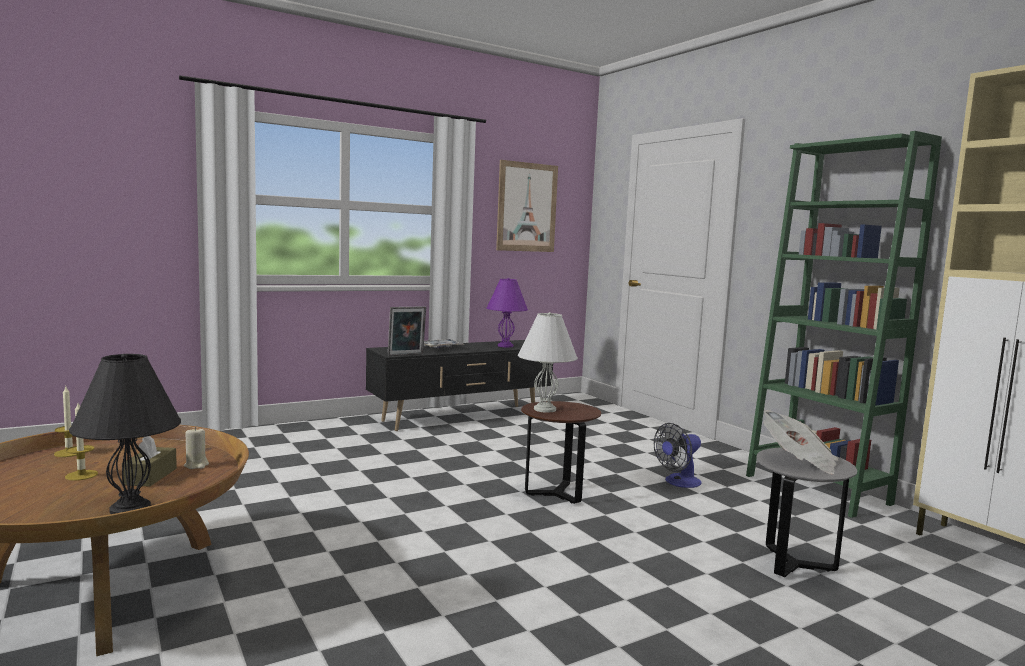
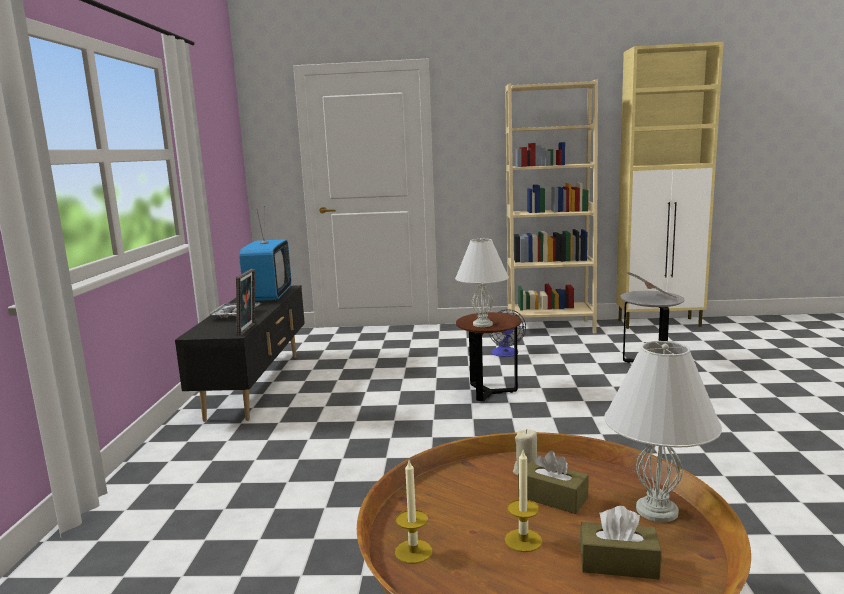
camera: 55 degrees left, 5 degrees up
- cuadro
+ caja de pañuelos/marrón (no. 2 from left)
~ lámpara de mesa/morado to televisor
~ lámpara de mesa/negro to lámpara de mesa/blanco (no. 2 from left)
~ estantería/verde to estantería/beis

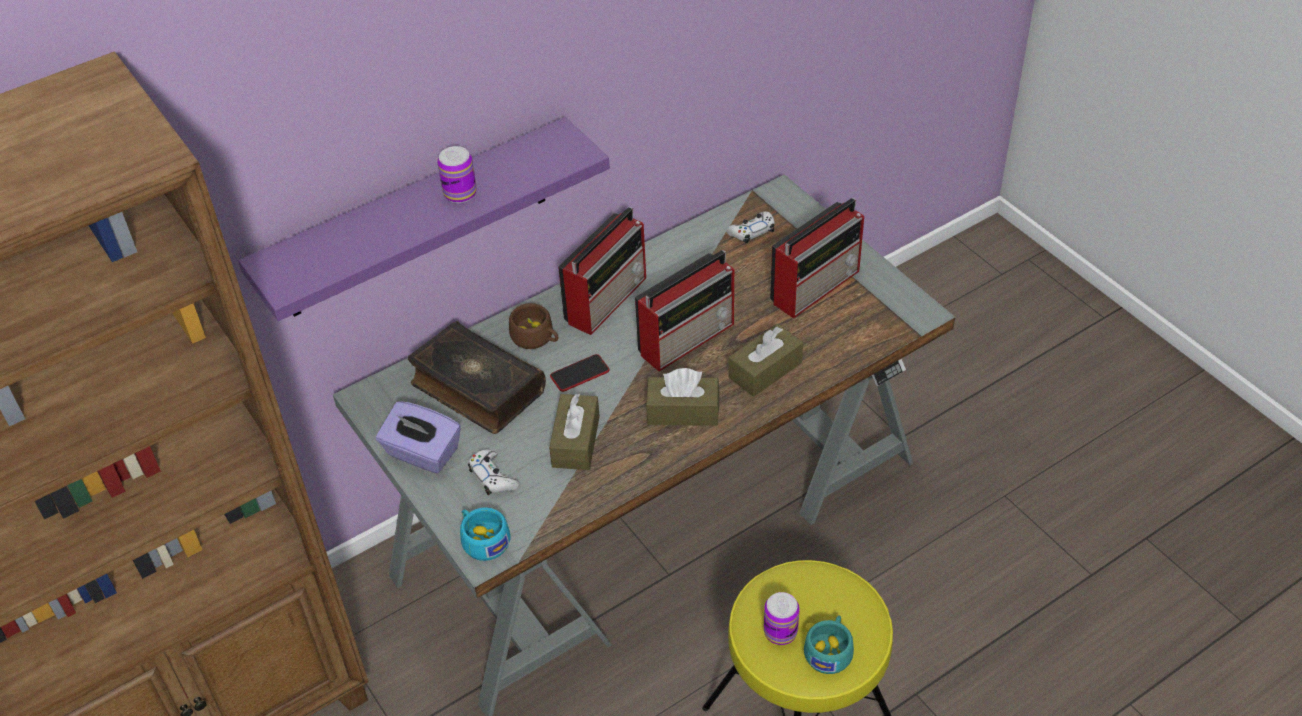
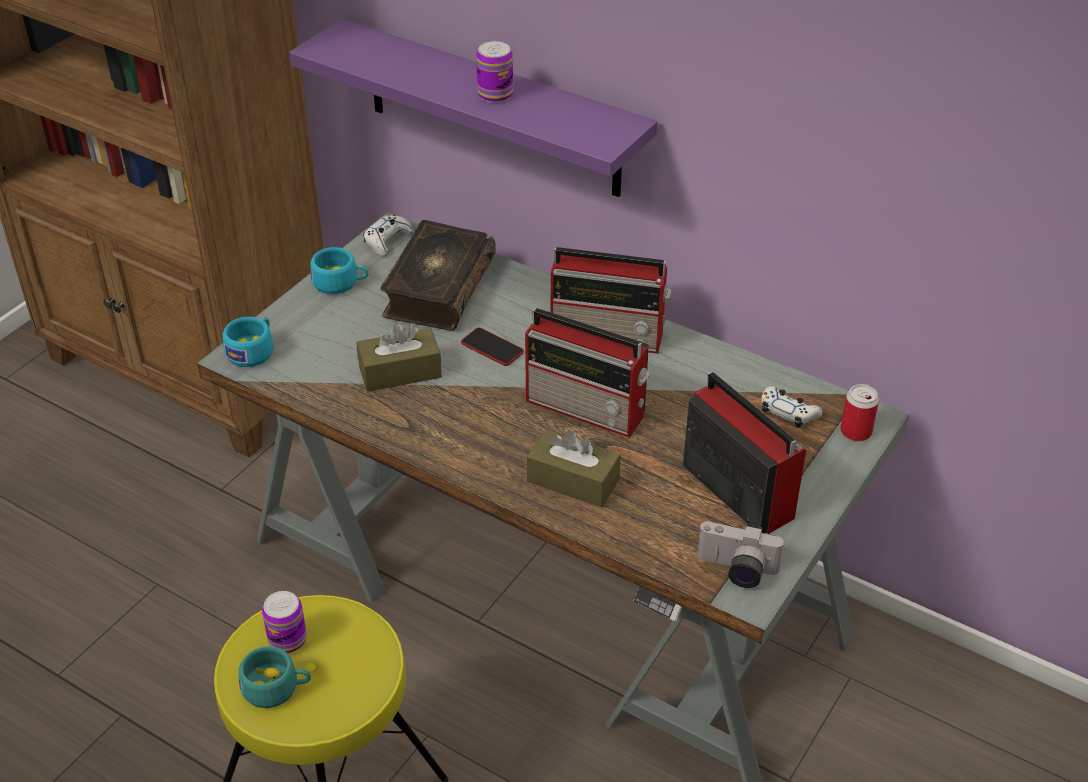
camera: 65 degrees right, 5 degrees down
- taza/marrón
- caja de pañuelos/marrón (no. 2 from left)
+ cámara
+ lata (no. 3 from left)
~ mando de consola/blanco (no. 1 from left)
~ caja de pañuelos/morado to taza/turquesa (no. 3 from left)
~ radio (no. 3 from left) 150 degrees counterclockwise

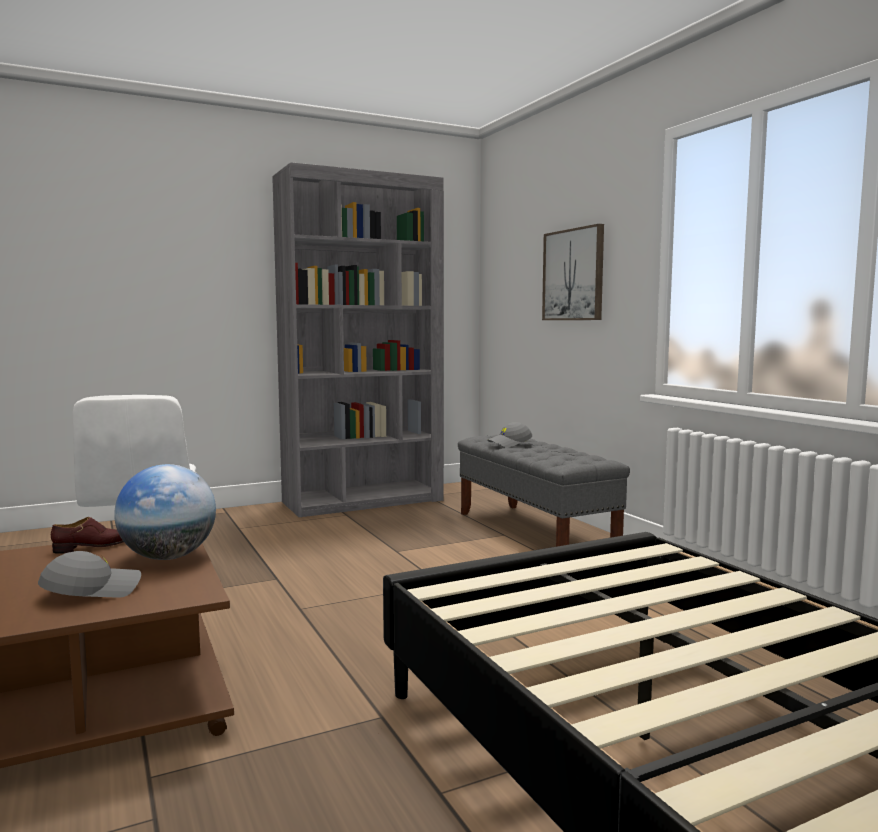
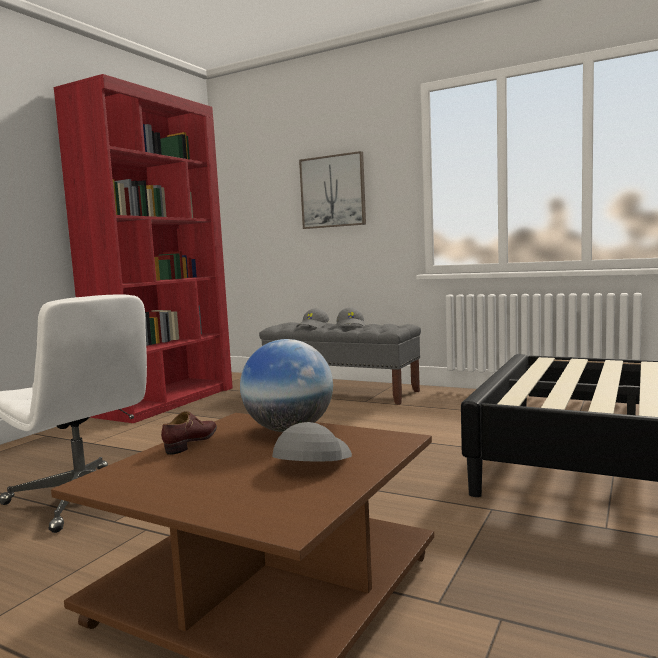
camera: 35 degrees left, 0 degrees up
+ gorra/gris (no. 3 from left)
~ estantería/gris to estantería/rojo

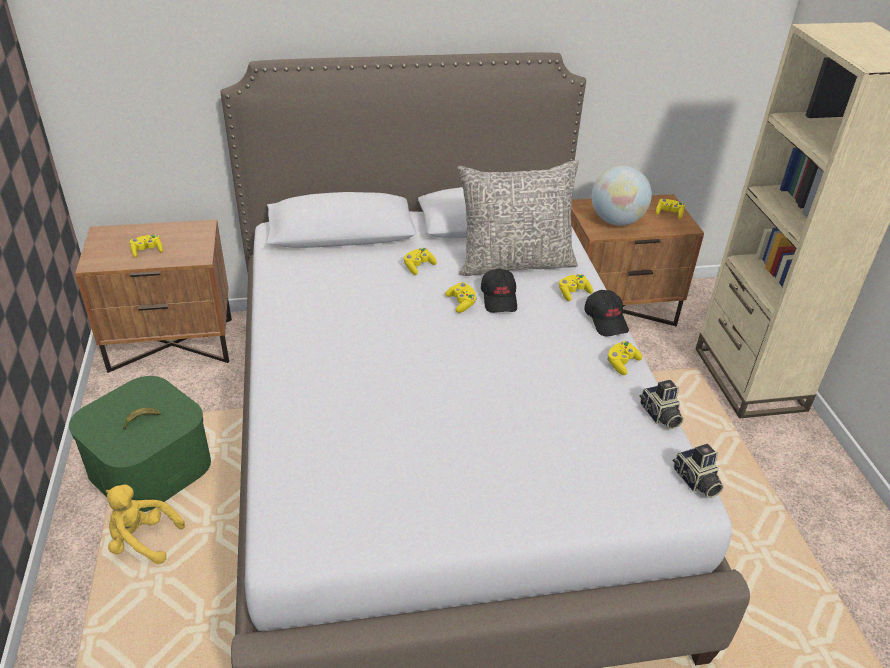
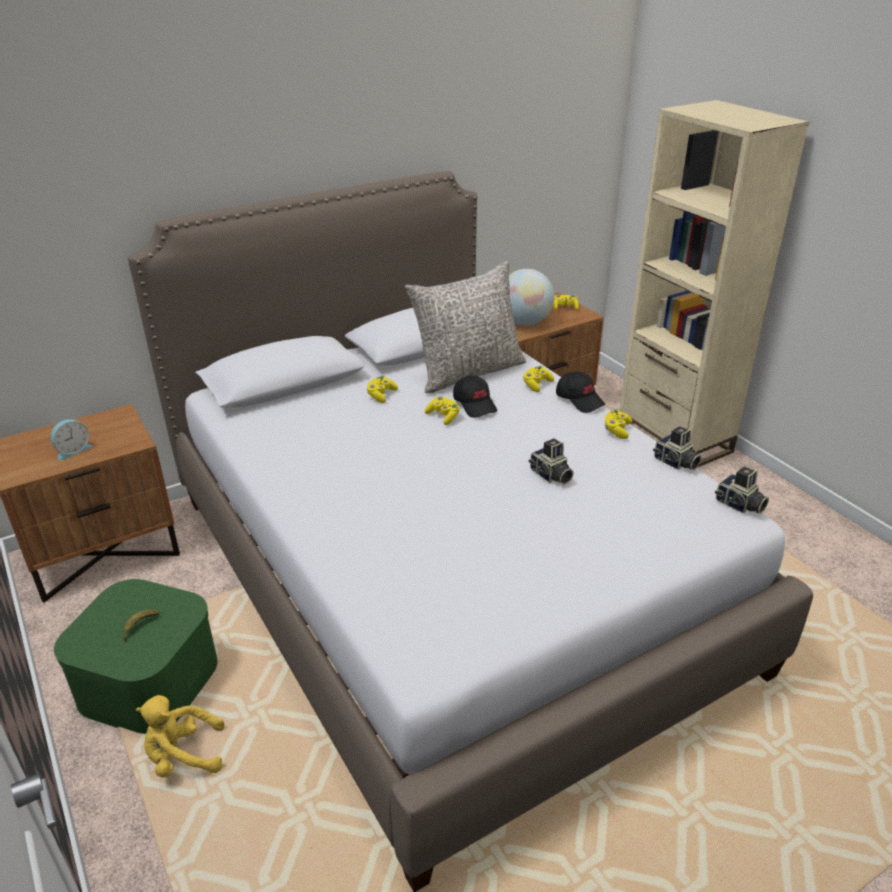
camera: 20 degrees left, 5 degrees down
+ cámara (no. 1 from left)
~ mando de consola/amarillo (no. 1 from left) to despertador

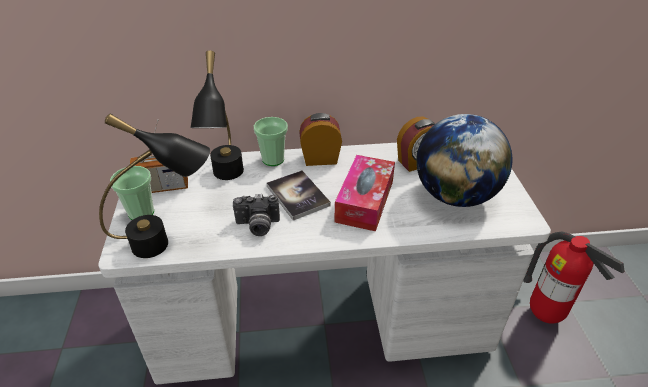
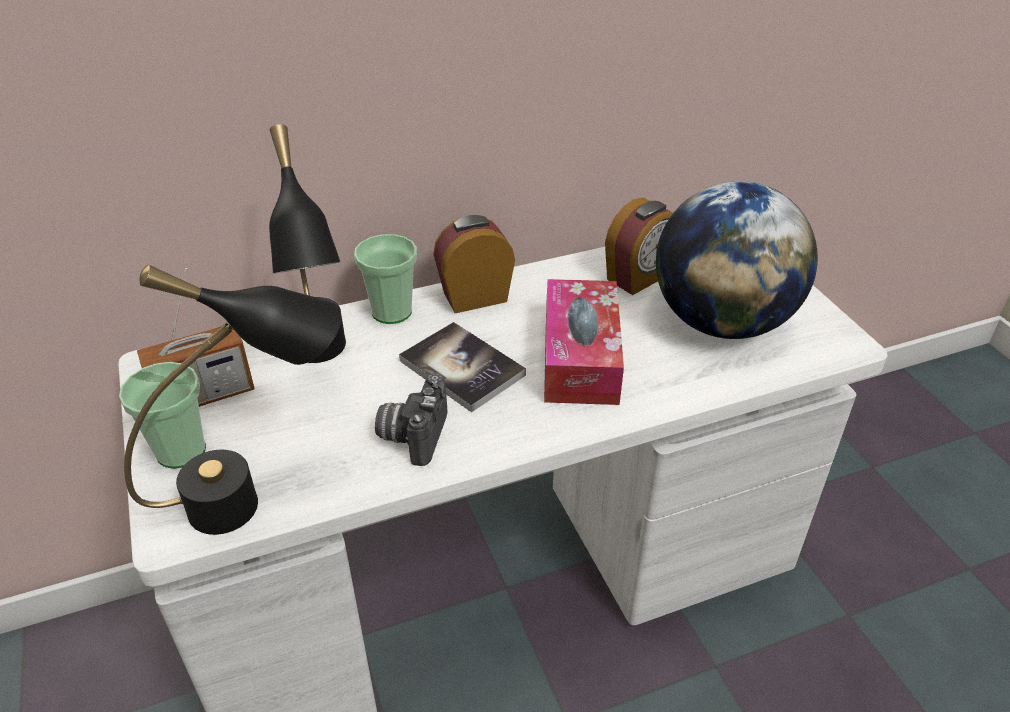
camera: 15 degrees left, 0 degrees up
- extintor
~ cámara 120 degrees clockwise

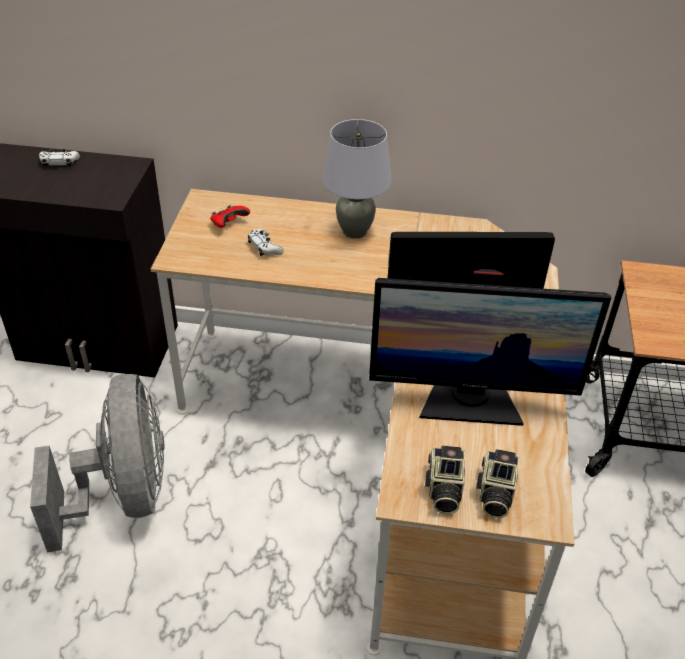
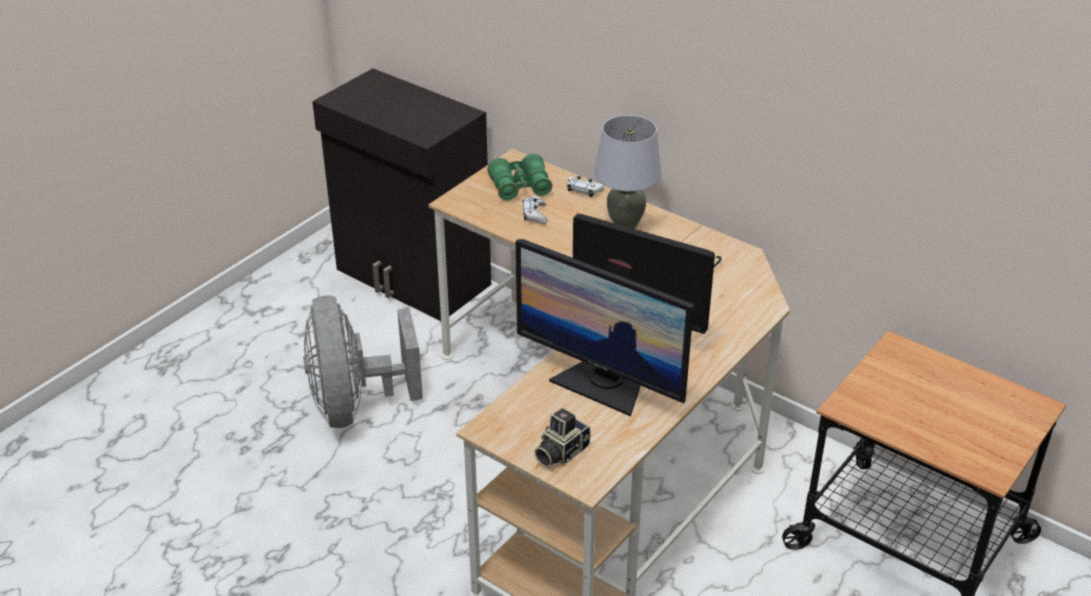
camera: 30 degrees right, 5 degrees down
- cámara (no. 1 from left)
~ mando de consola/blanco (no. 1 from left in the first image) to mando de consola/blanco (no. 2 from left)
~ mando de consola/rojo to prismáticos/verde
~ ventilador/gris 150 degrees clockwise

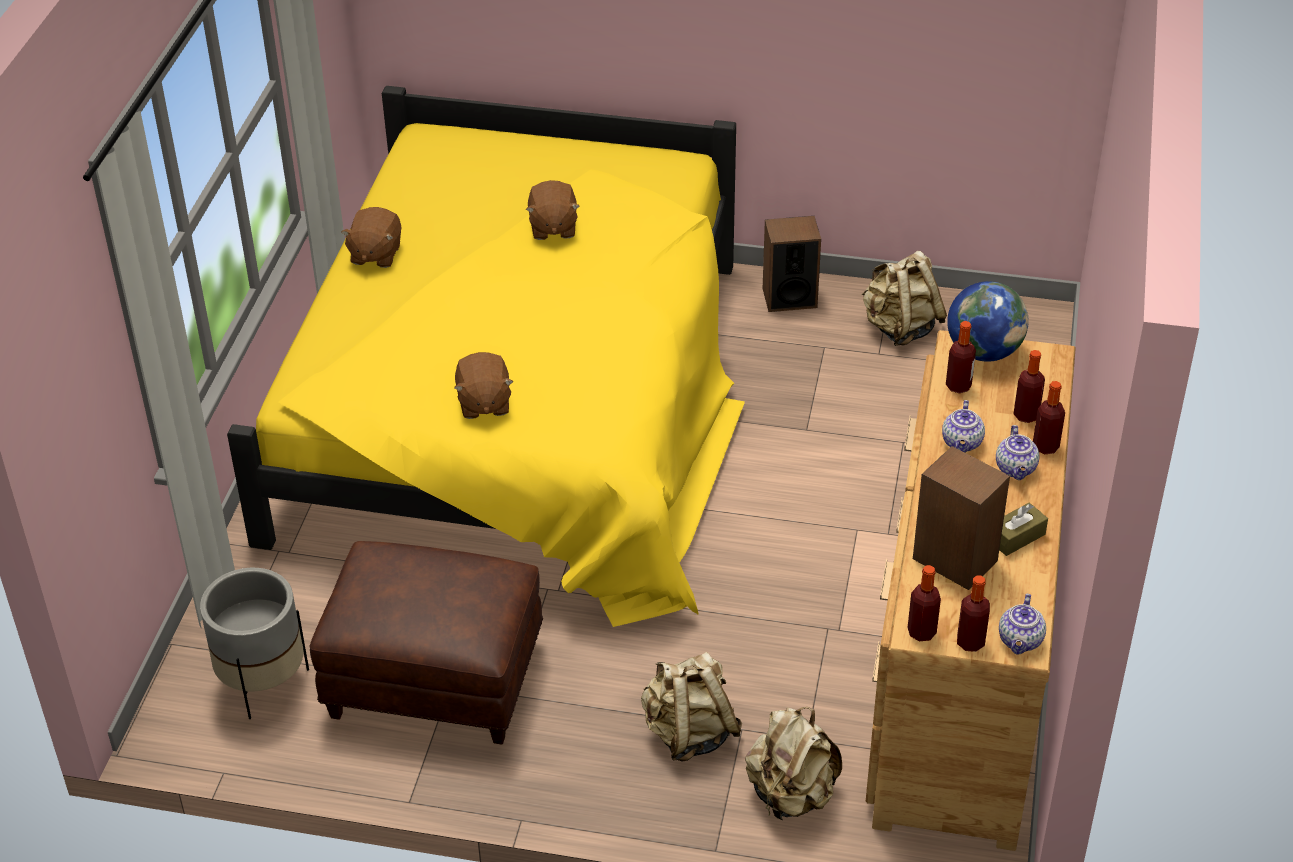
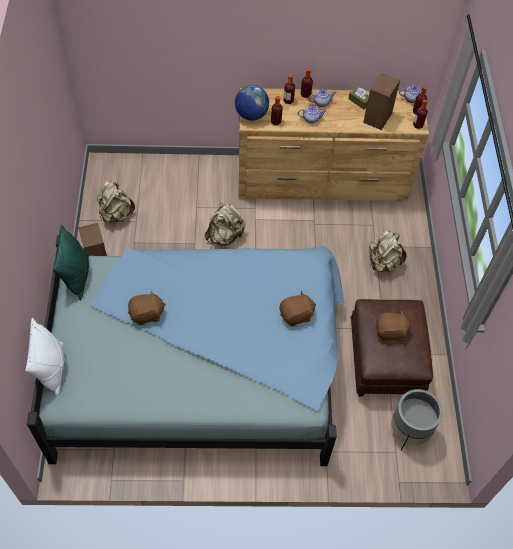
camera: 105 degrees left, 15 degrees up
+ cojín/blanco
+ cojín/verde
~ peluche/marrón (no. 1 from left in the first image) to peluche/marrón (no. 3 from left)
~ mochila/beis (no. 2 from left)
~ cama/amarillo to cama/azul

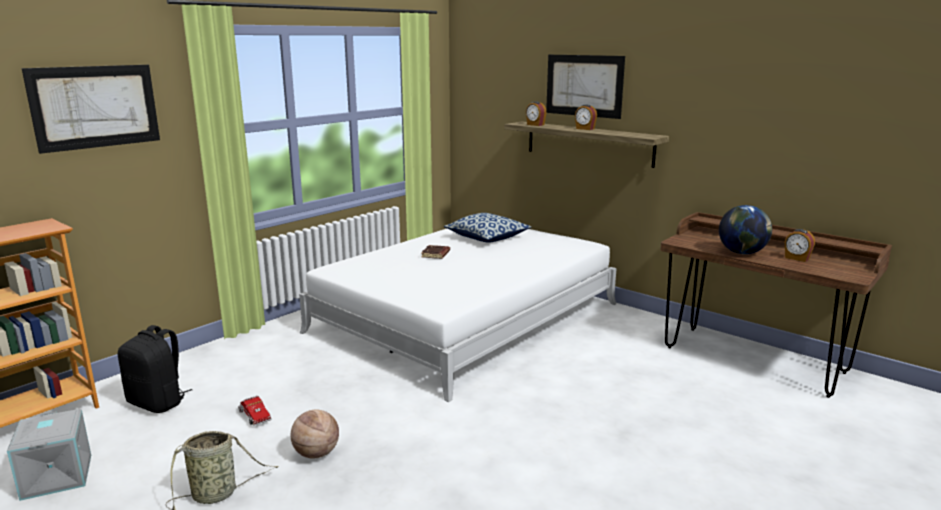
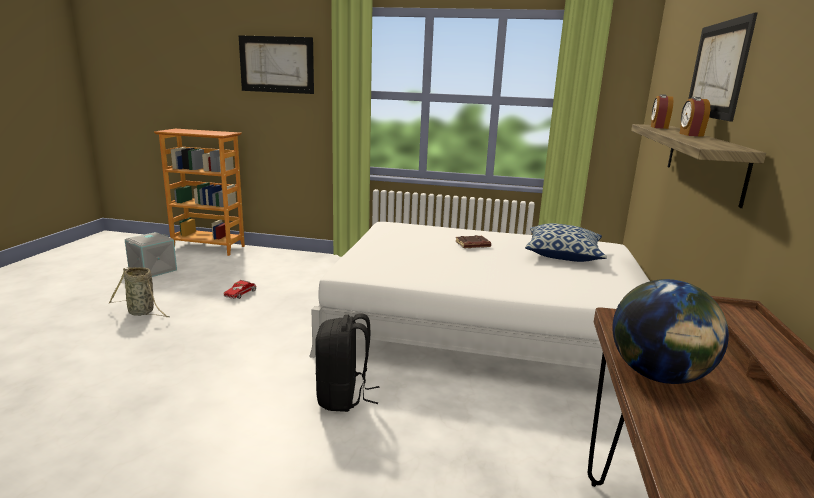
camera: 60 degrees right, 0 degrees up
- balón de baloncesto
- despertador (no. 3 from left)
~ mochila/negro

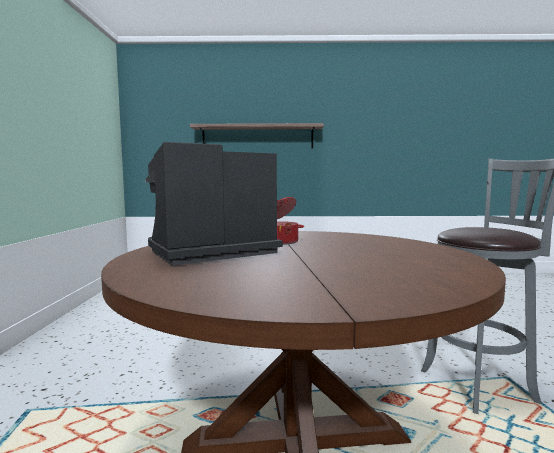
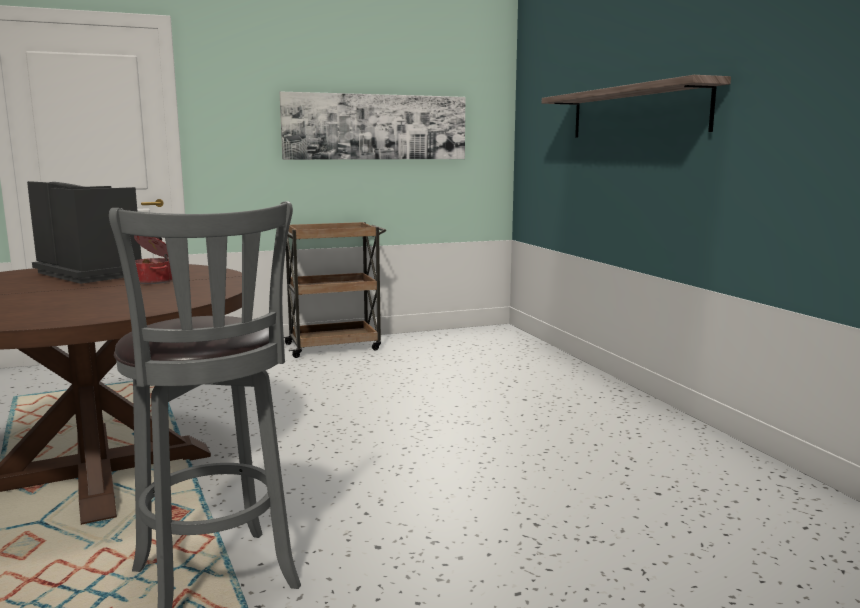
camera: 70 degrees right, 5 degrees up
+ cuadro
+ carrito/marrón

